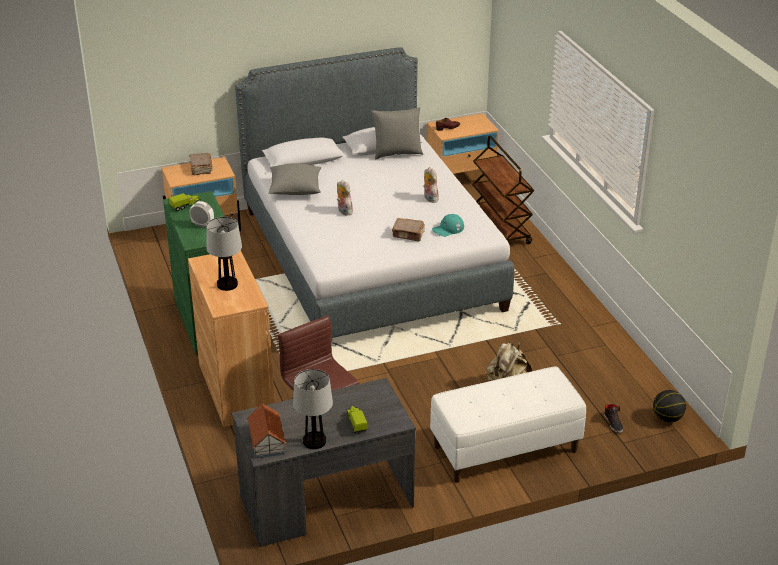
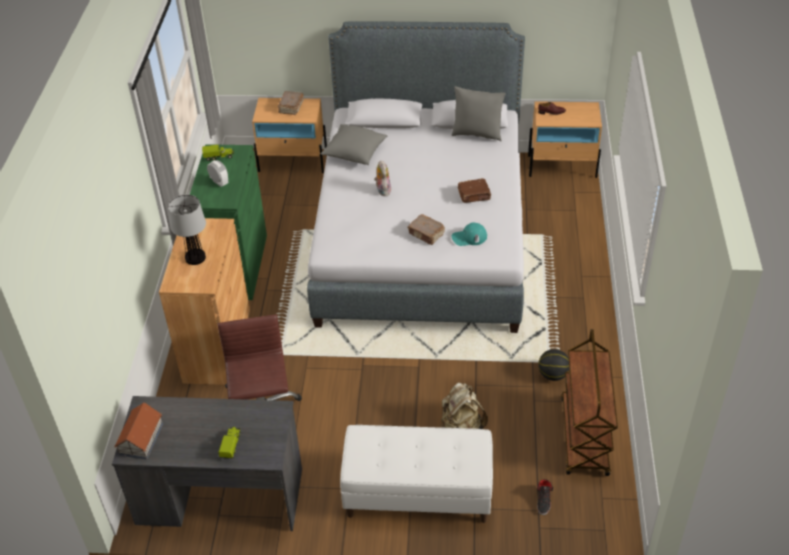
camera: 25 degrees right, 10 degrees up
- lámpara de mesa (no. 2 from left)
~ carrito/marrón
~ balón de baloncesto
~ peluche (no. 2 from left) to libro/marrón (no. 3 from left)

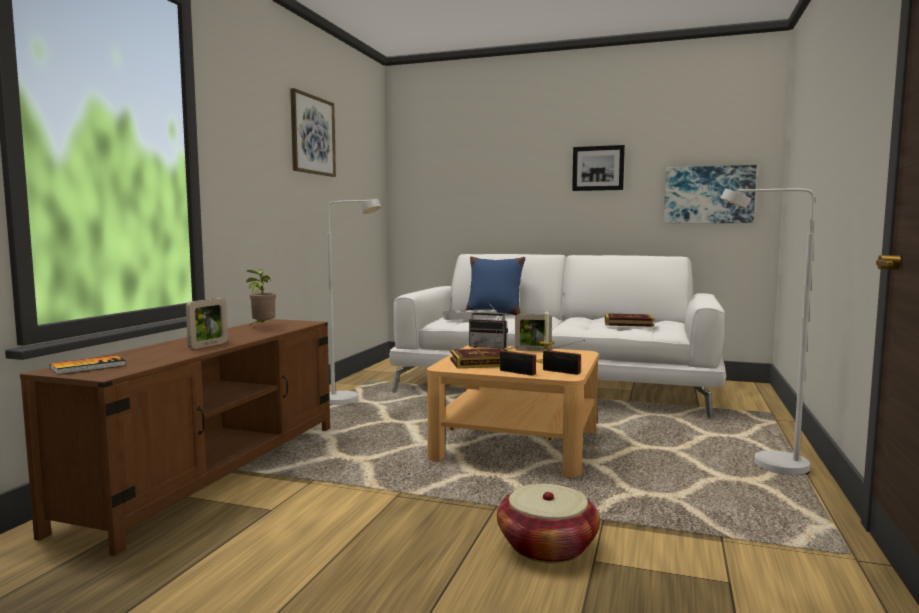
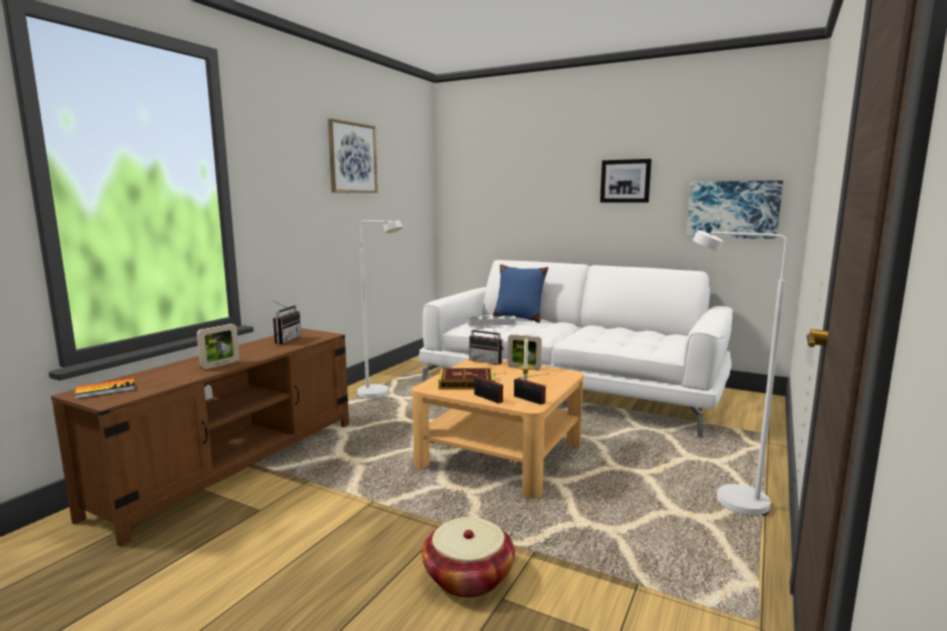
camera: 10 degrees right, 5 degrees up
- libro (no. 3 from left)
~ planta en maceta to radio (no. 1 from left)

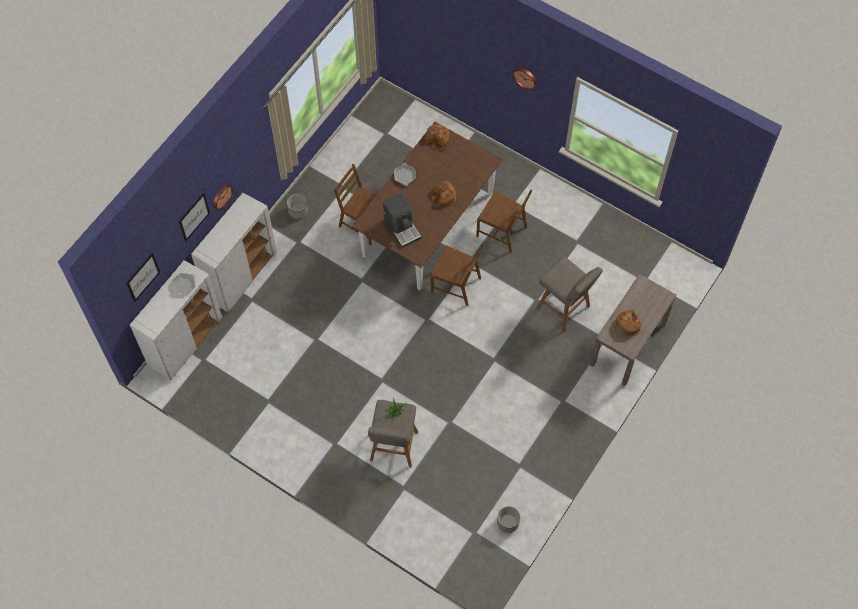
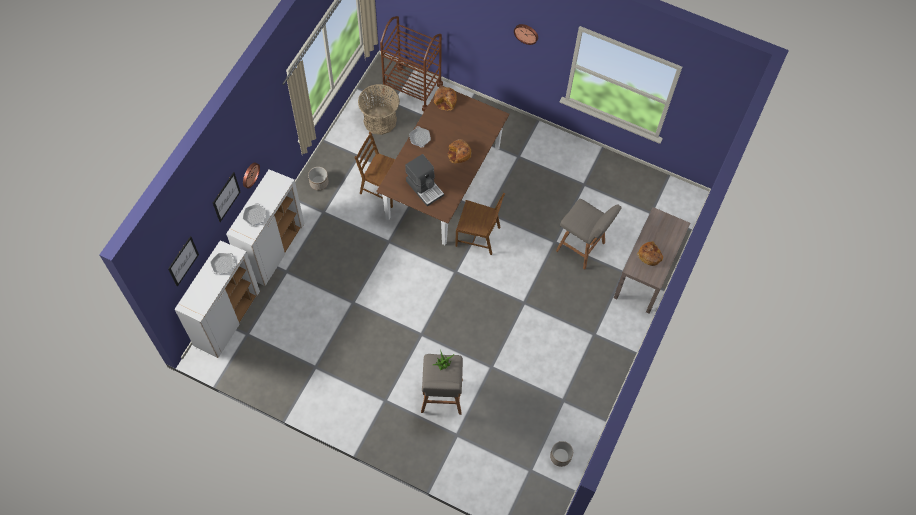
camera: 10 degrees left, 0 degrees up
- silla/marrón (no. 3 from left)
+ sartén (no. 2 from left)
+ cesta
+ carrito/marrón

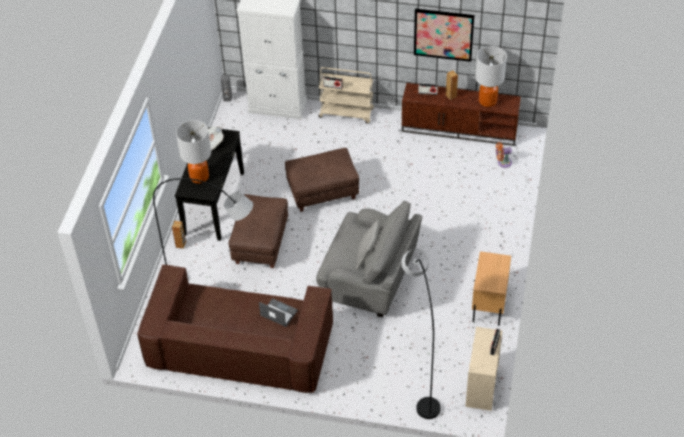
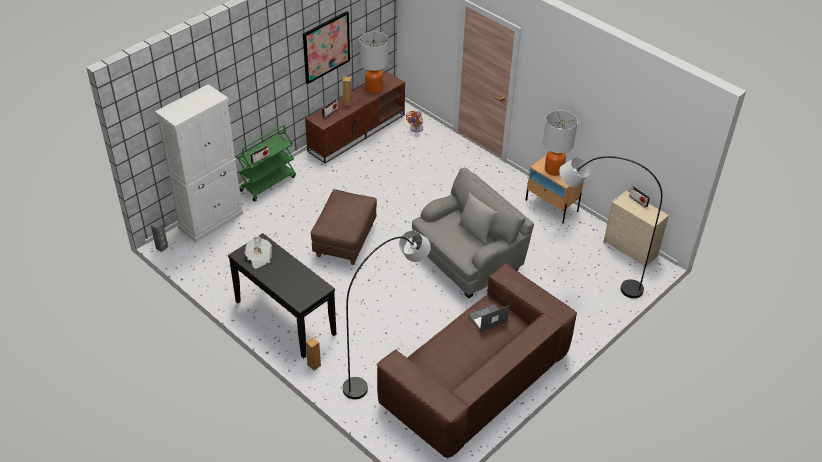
camera: 60 degrees left, 5 degrees down
- puf/marrón (no. 1 from left)
~ lámpara de mesa (no. 1 from left in the first image) to lámpara de mesa (no. 2 from left)
~ carrito/beis to carrito/verde

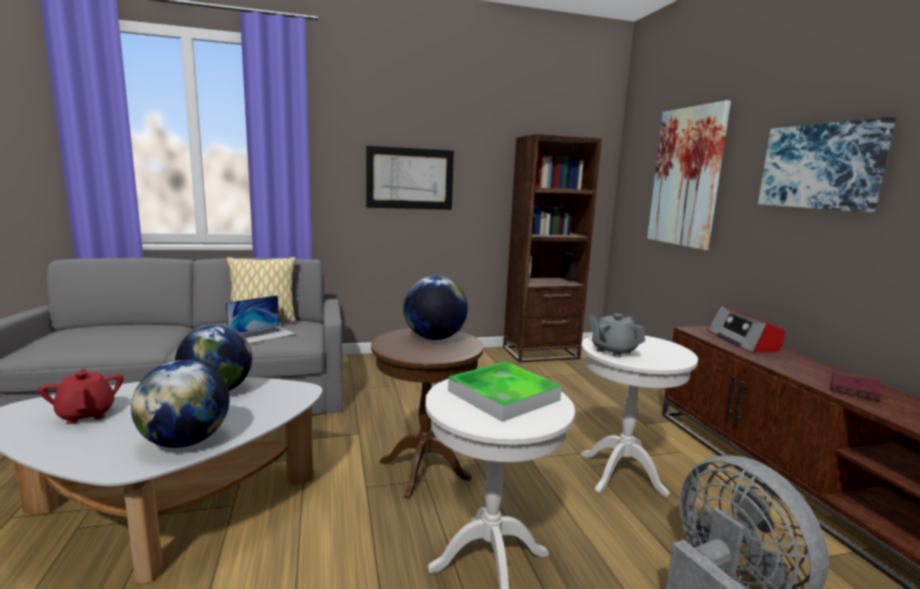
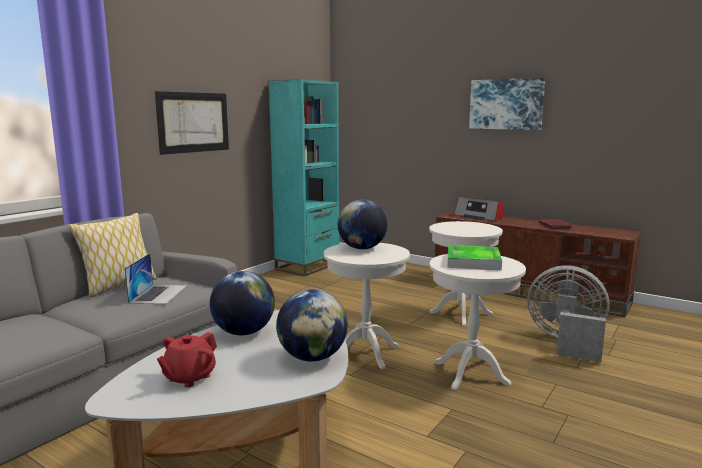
camera: 40 degrees left, 0 degrees up
- tetera/gris
- cuadro (no. 2 from left)
~ mesa auxiliar/marrón to mesa auxiliar/blanco (no. 1 from left)
~ estantería/marrón to estantería/turquesa
~ tetera/rojo 75 degrees counterclockwise

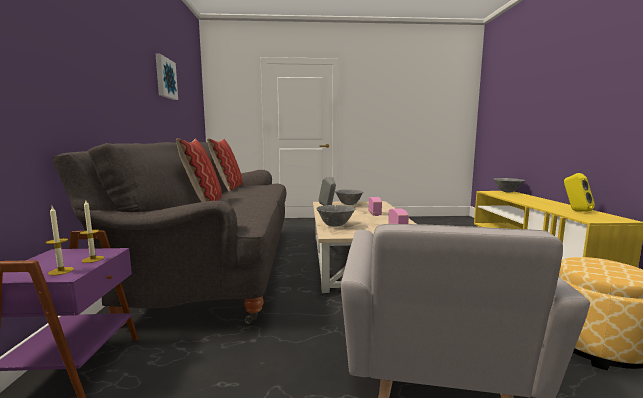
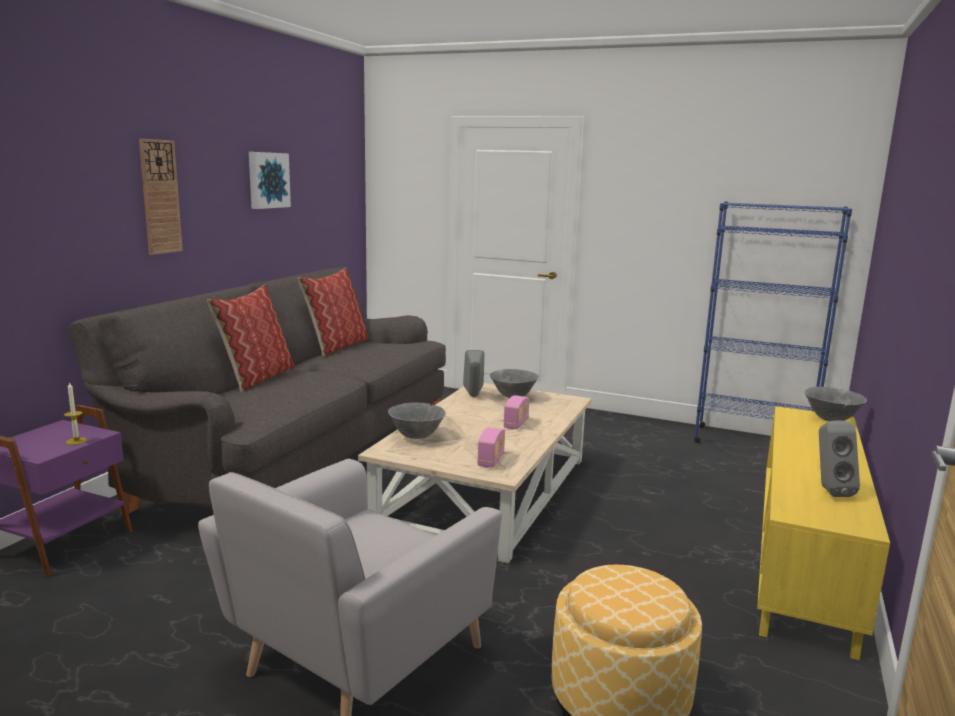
camera: 25 degrees right, 5 degrees up
- vela (no. 1 from left)
+ reloj de pared
+ estantería/azul
~ altavoz/amarillo to altavoz/gris (no. 2 from left)

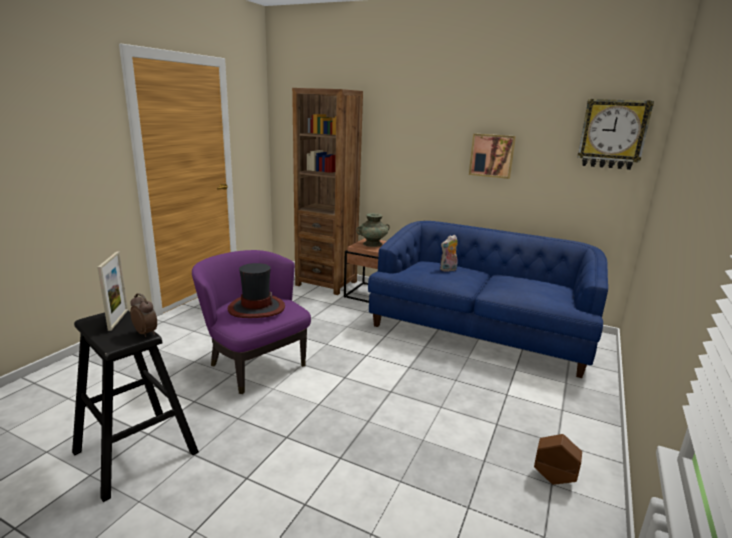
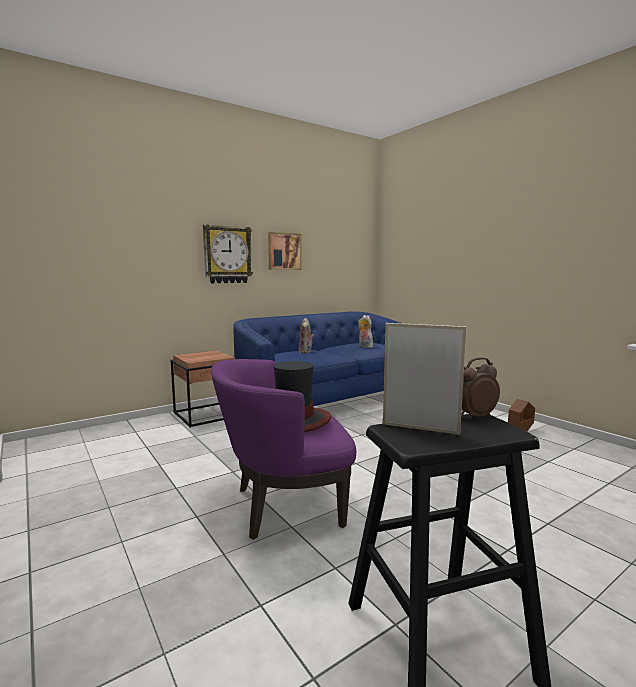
camera: 60 degrees left, 10 degrees down
- estantería/marrón
- florero/turquesa
+ peluche (no. 2 from left)
~ reloj de pared

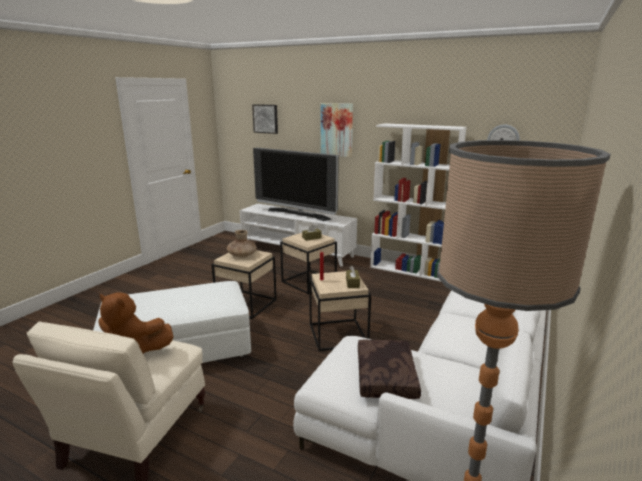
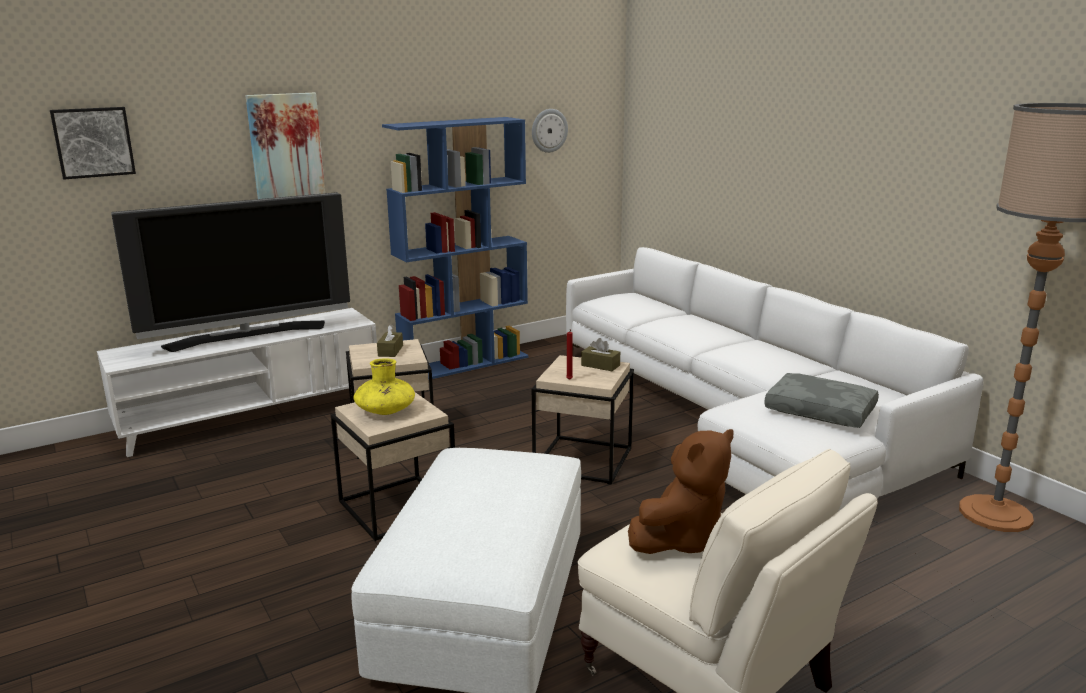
camera: 60 degrees left, 0 degrees up
~ florero/marrón to florero/amarillo
~ cojín/marrón to cojín/gris
~ estantería/blanco to estantería/azul

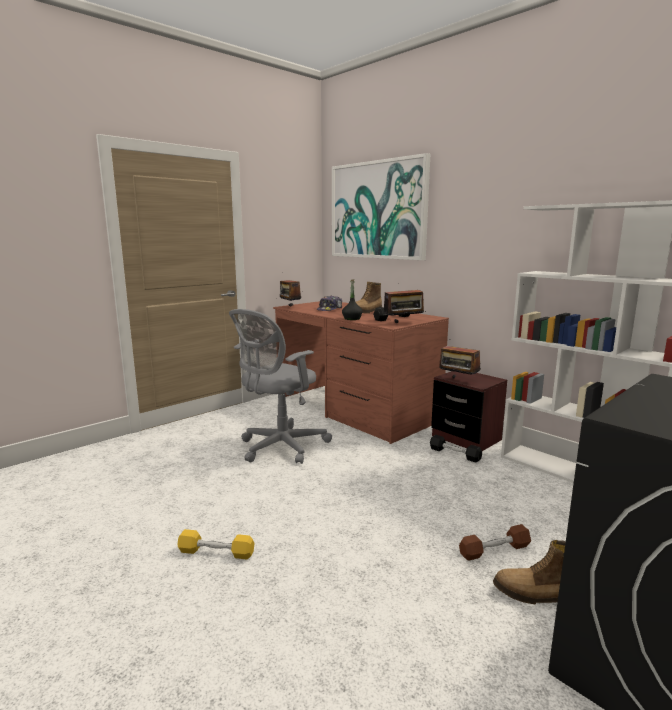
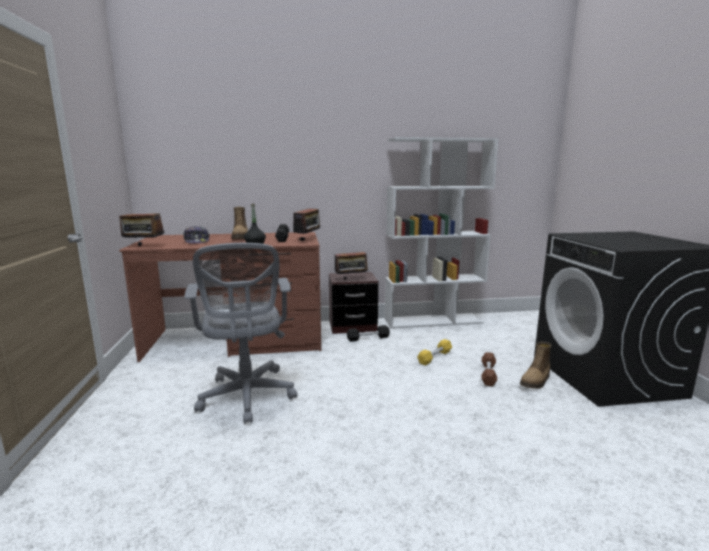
camera: 55 degrees left, 0 degrees up
- cuadro
~ mancuerna/amarillo

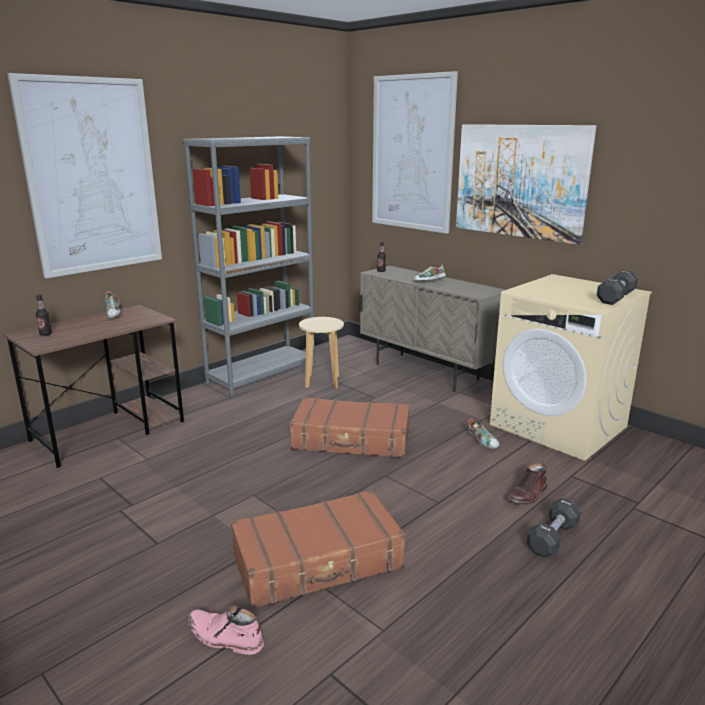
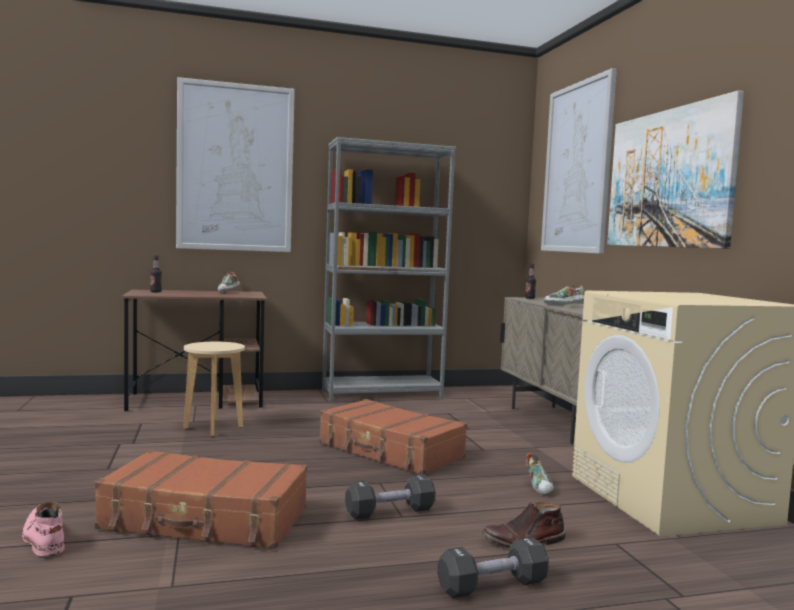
camera: 30 degrees right, 15 degrees down
~ taburete/beis
~ mancuerna/negro (no. 2 from left in the first image) to mancuerna/negro (no. 1 from left)

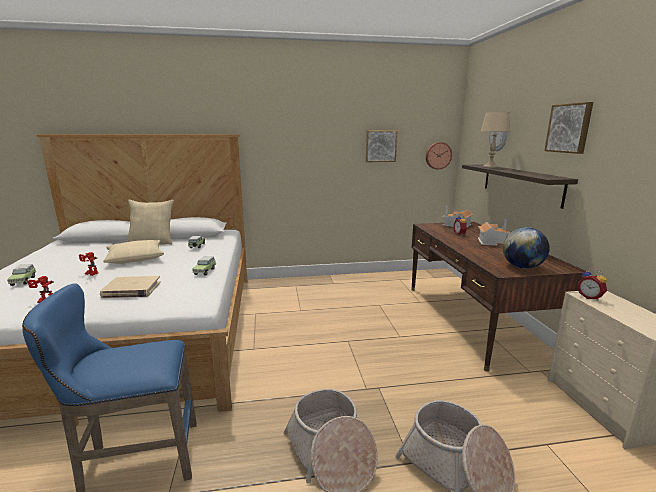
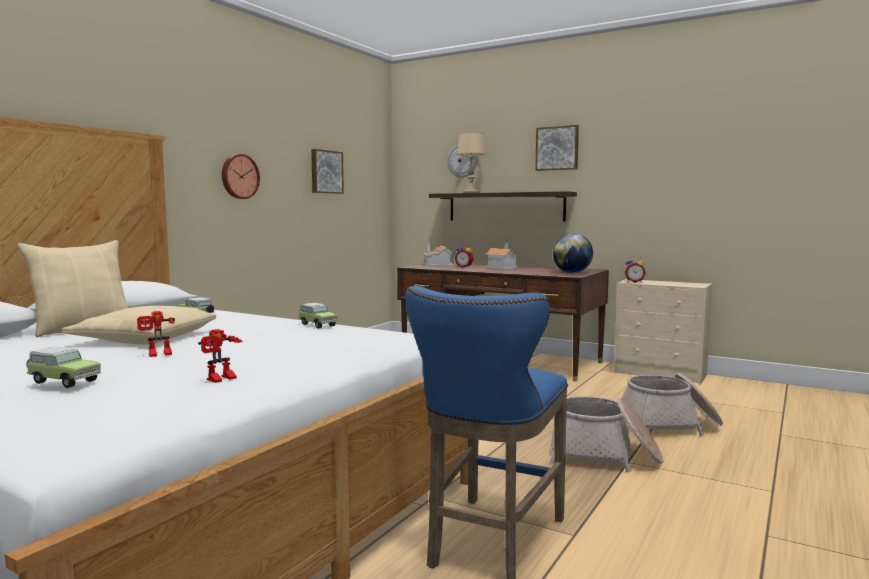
camera: 50 degrees left, 10 degrees down
- libro/beis
~ reloj de pared (no. 1 from left)

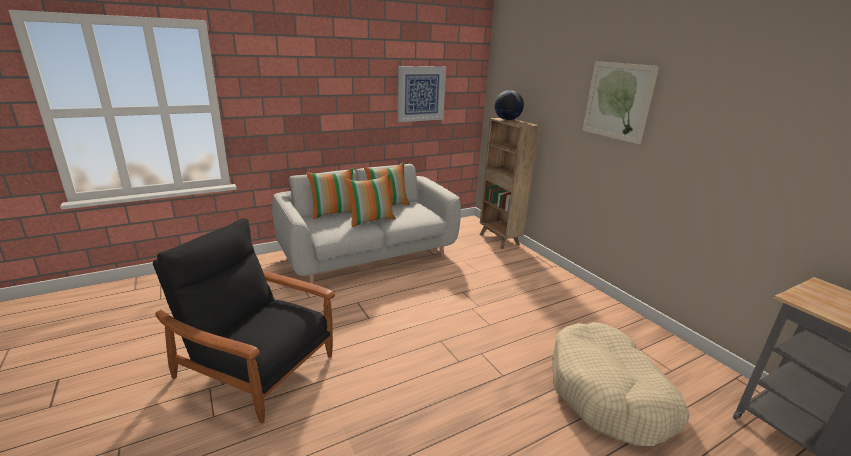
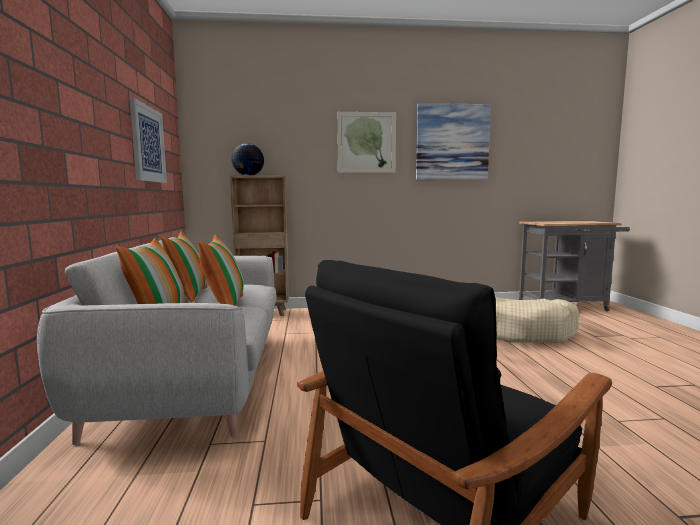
camera: 65 degrees left, 15 degrees down
+ cuadro (no. 3 from left)

